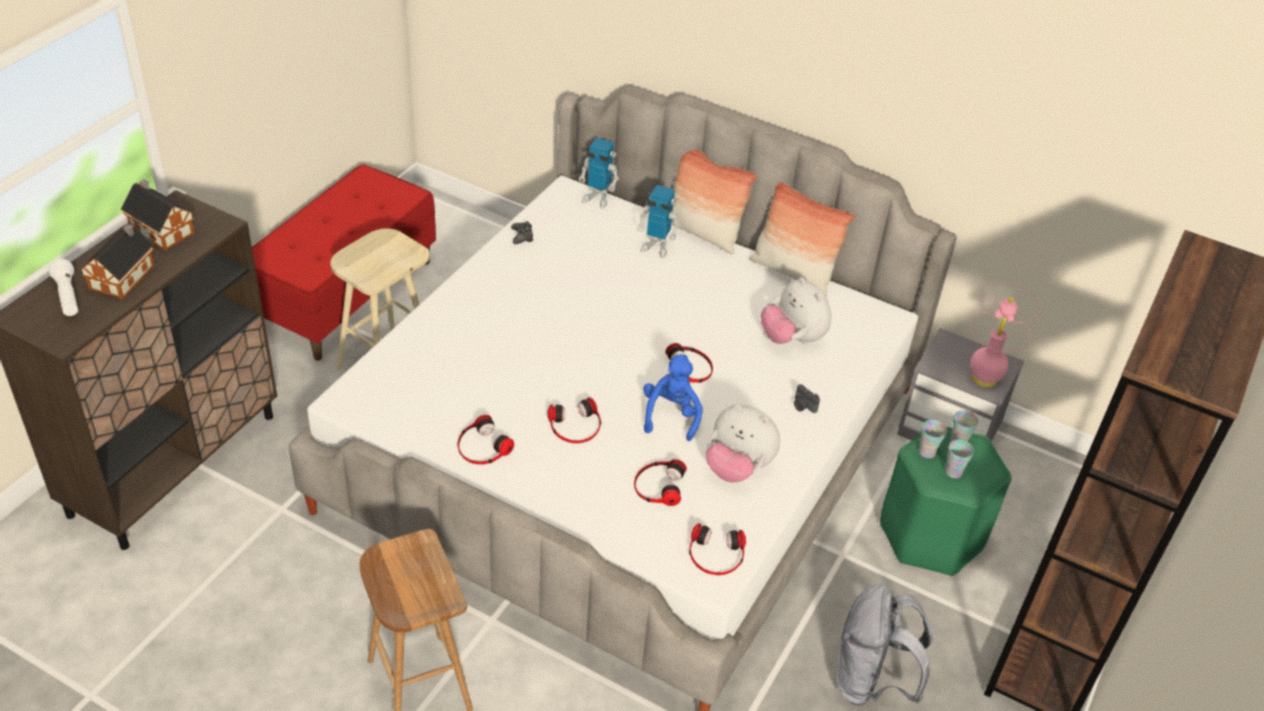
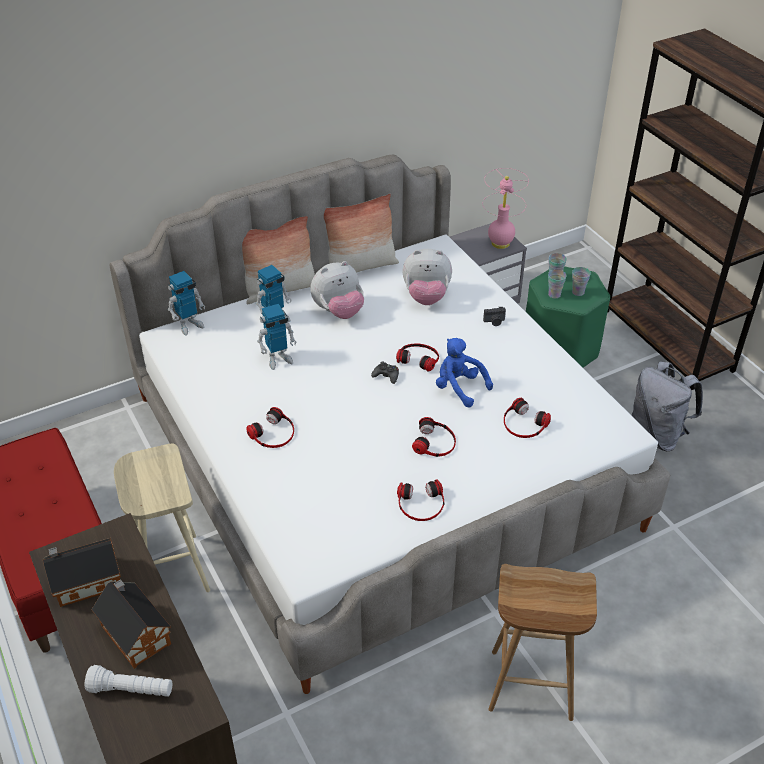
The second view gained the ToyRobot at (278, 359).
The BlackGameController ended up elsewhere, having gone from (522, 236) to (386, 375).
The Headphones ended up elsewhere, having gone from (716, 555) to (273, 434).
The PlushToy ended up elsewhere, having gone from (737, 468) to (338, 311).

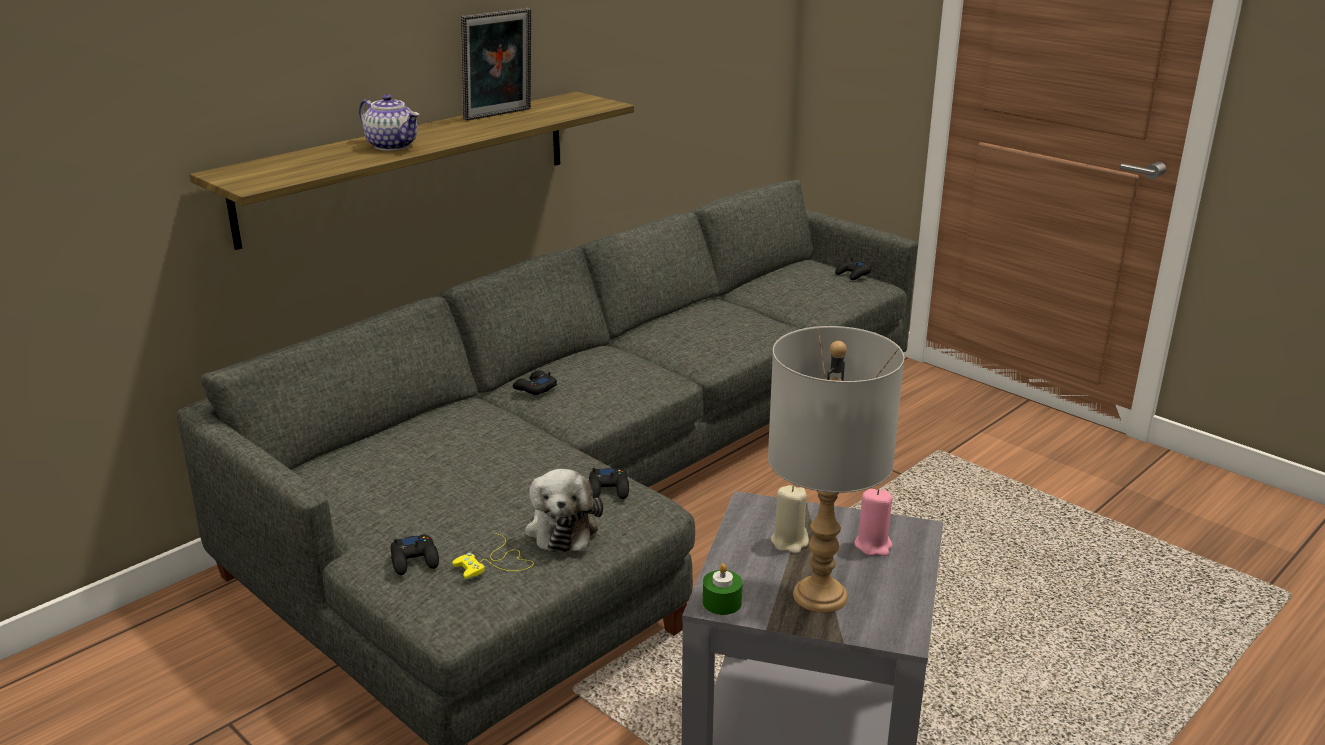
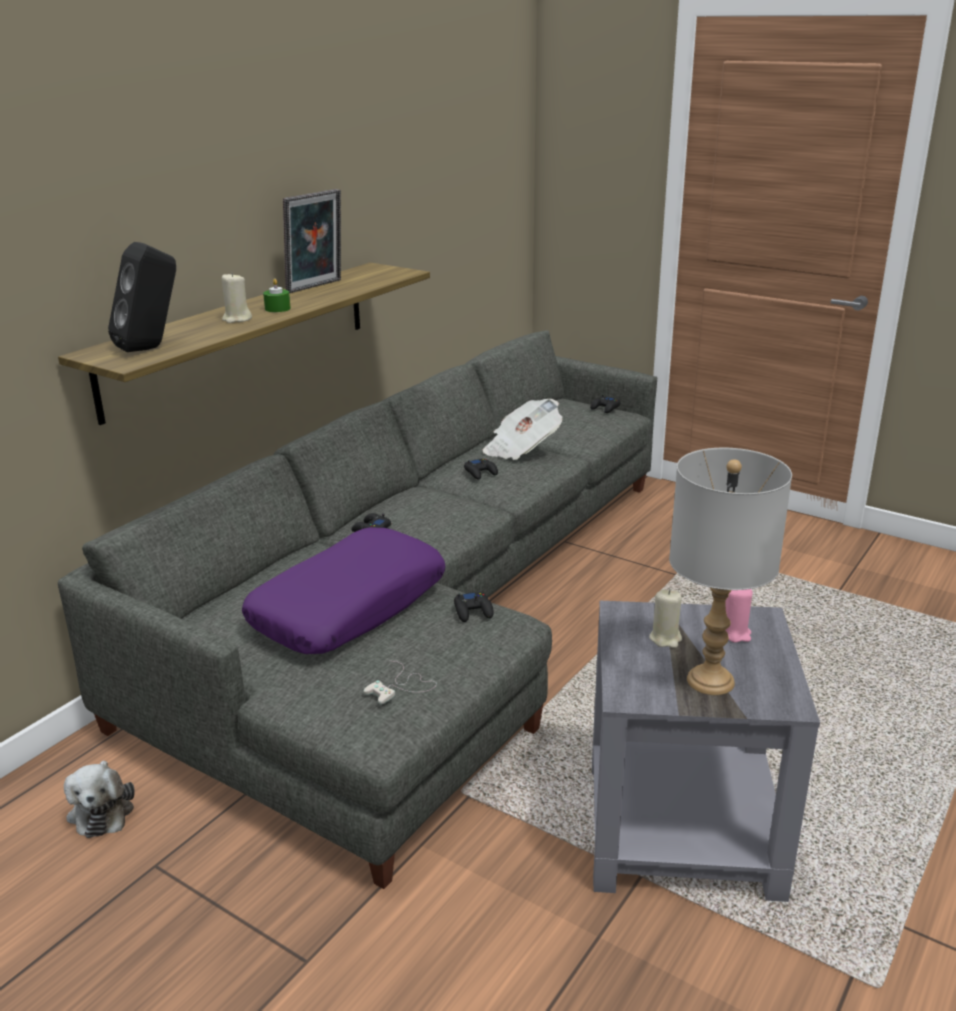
The second view gained the BlackLoudspeaker at (152, 348).
The second view gained the PurplishPillow at (348, 607).
The second view gained the PrintedPaper at (521, 449).
The BlackGameController ended up elsewhere, having gone from (415, 560) to (481, 472).
The PlushToy ended up elsewhere, having gone from (562, 528) to (102, 810).
The GreenColouredWaxCandle ended up elsewhere, having gone from (722, 602) to (277, 308).
Where the TeaPot stood at (393, 146), the BeigeWaxCandle came to stand at (237, 319).
What was the YellowGameController at (495, 563) turned into the WhiteColouredGameController at (401, 687).

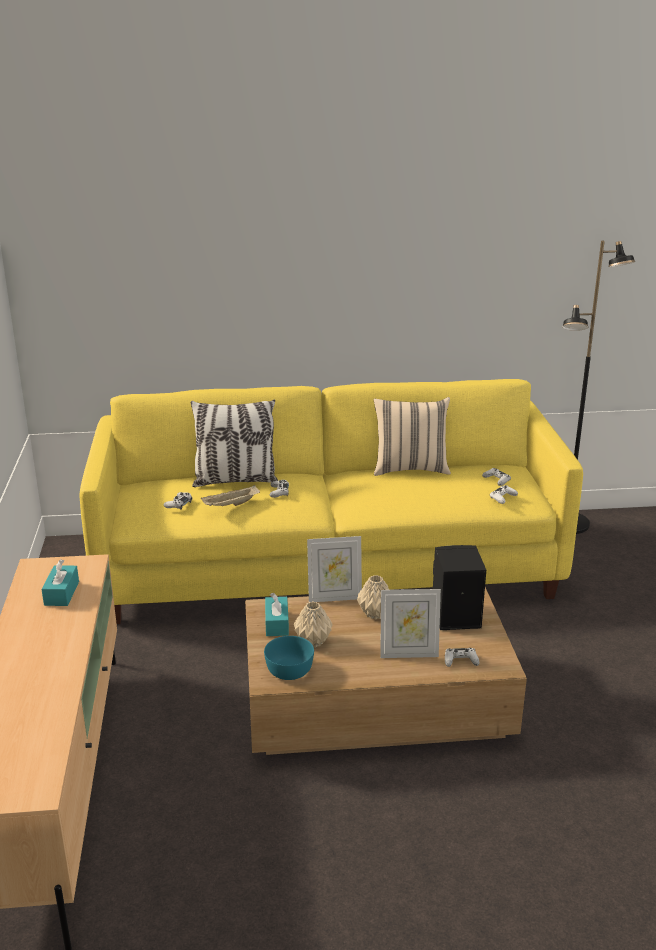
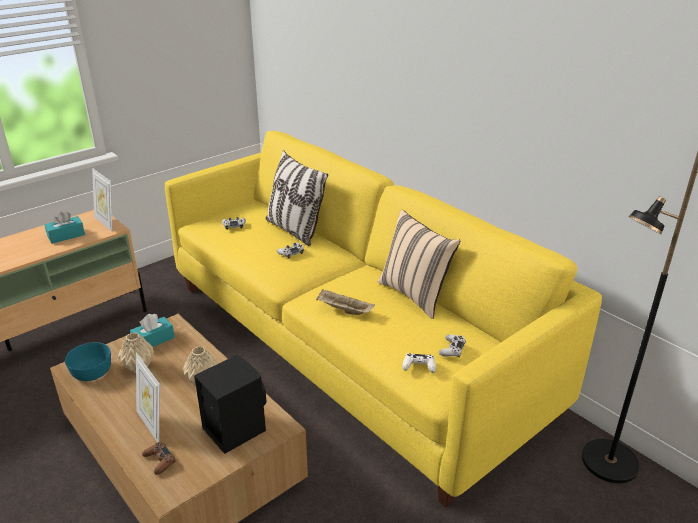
The BeigeServingTray ended up elsewhere, having gone from (231, 505) to (343, 310).
The StandingFrame ended up elsewhere, having gone from (334, 597) to (107, 223).
What was the WhiteColouredGameController at (460, 661) turned into the BrownColouredGameController at (160, 461).

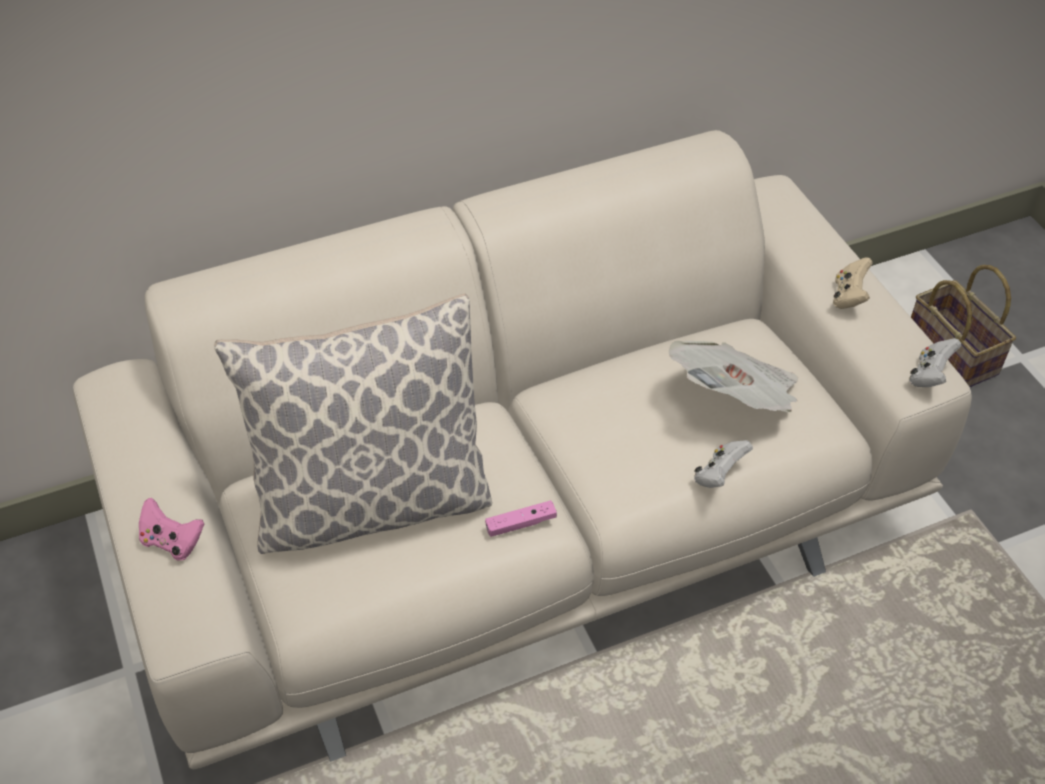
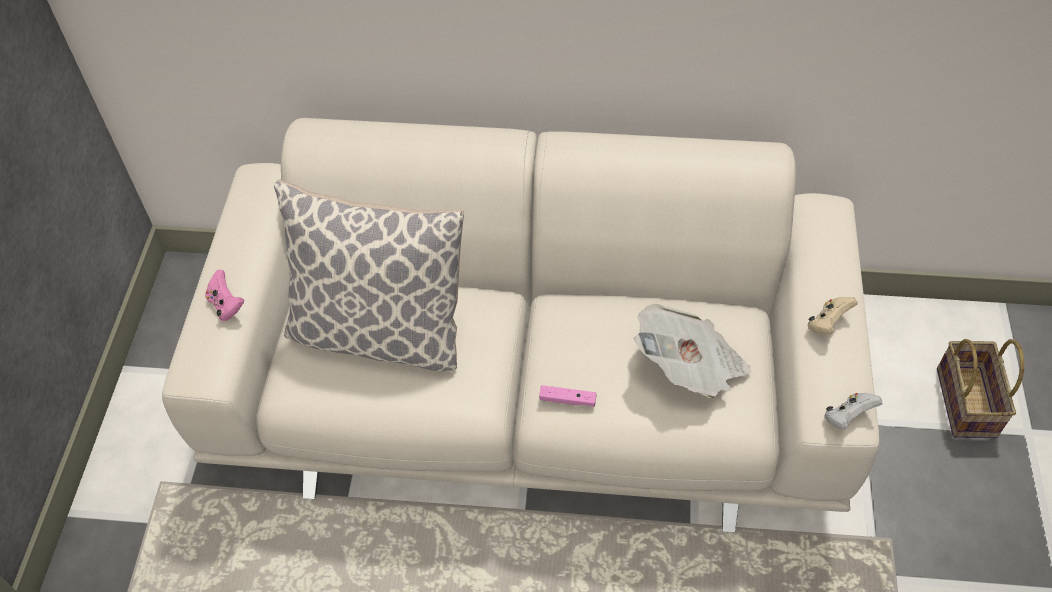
The second view lost the WhiteColouredGameController at (719, 475).
The PinkGameController ended up elsewhere, having gone from (521, 524) to (567, 400).

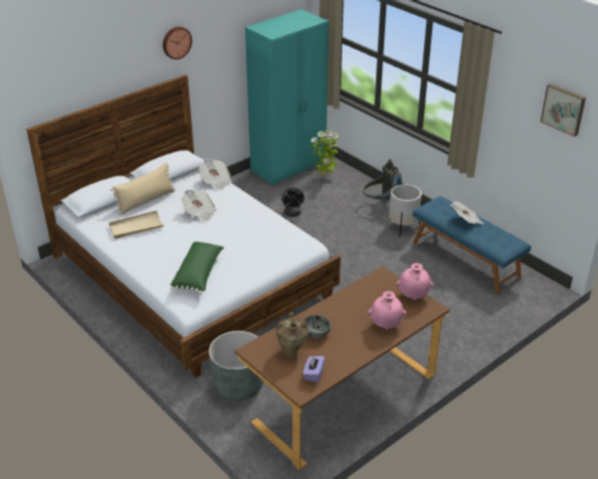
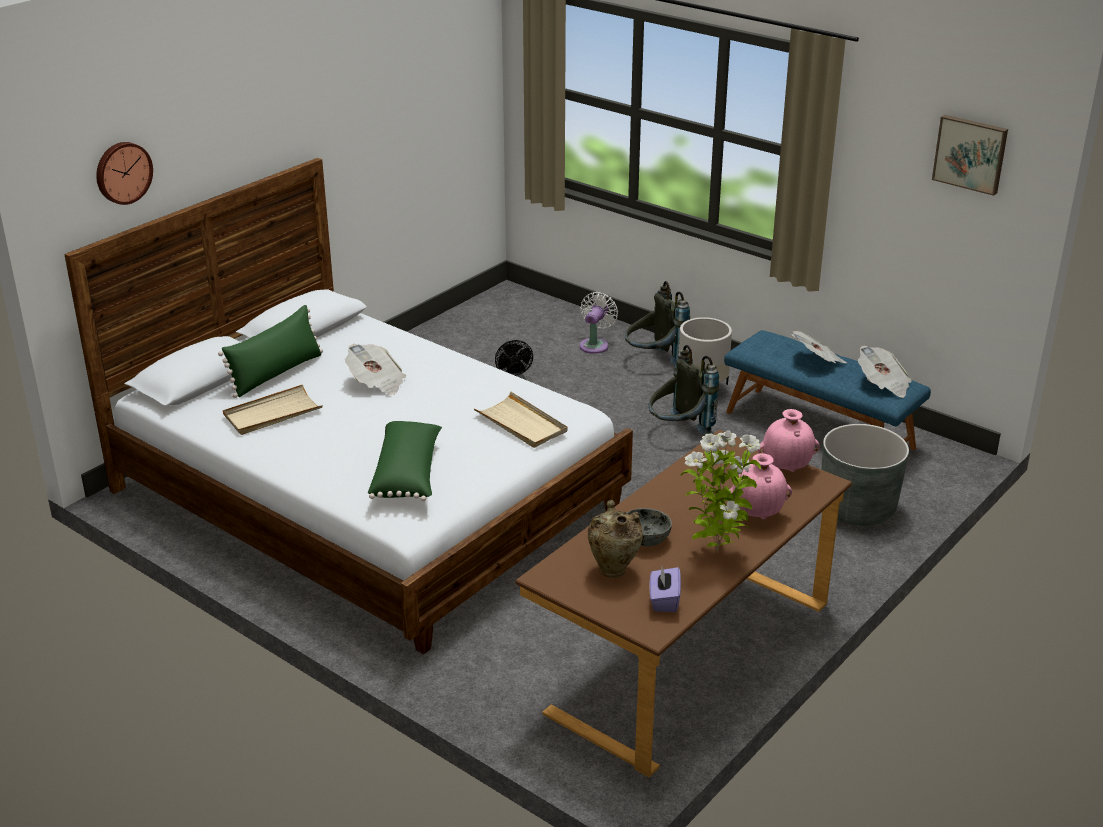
The second view lost the TurquoiseWardrobe at (289, 166).
The second view gained the BeigeServingTray at (521, 423).
The second view gained the WhiteColouredFan at (595, 345).
The second view gained the GreyishBackpack at (678, 431).
The HangingClock ended up elsewhere, having gone from (176, 42) to (122, 172).
The PrintedPaper ended up elsewhere, having gone from (216, 182) to (883, 385).
The GreyishPlanter ended up elsewhere, having gone from (238, 385) to (857, 508).
The PottedPlant ended up elsewhere, having gone from (325, 178) to (717, 551).
What was the BeigePillow at (146, 201) turned into the GreenColouredPillow at (276, 373).

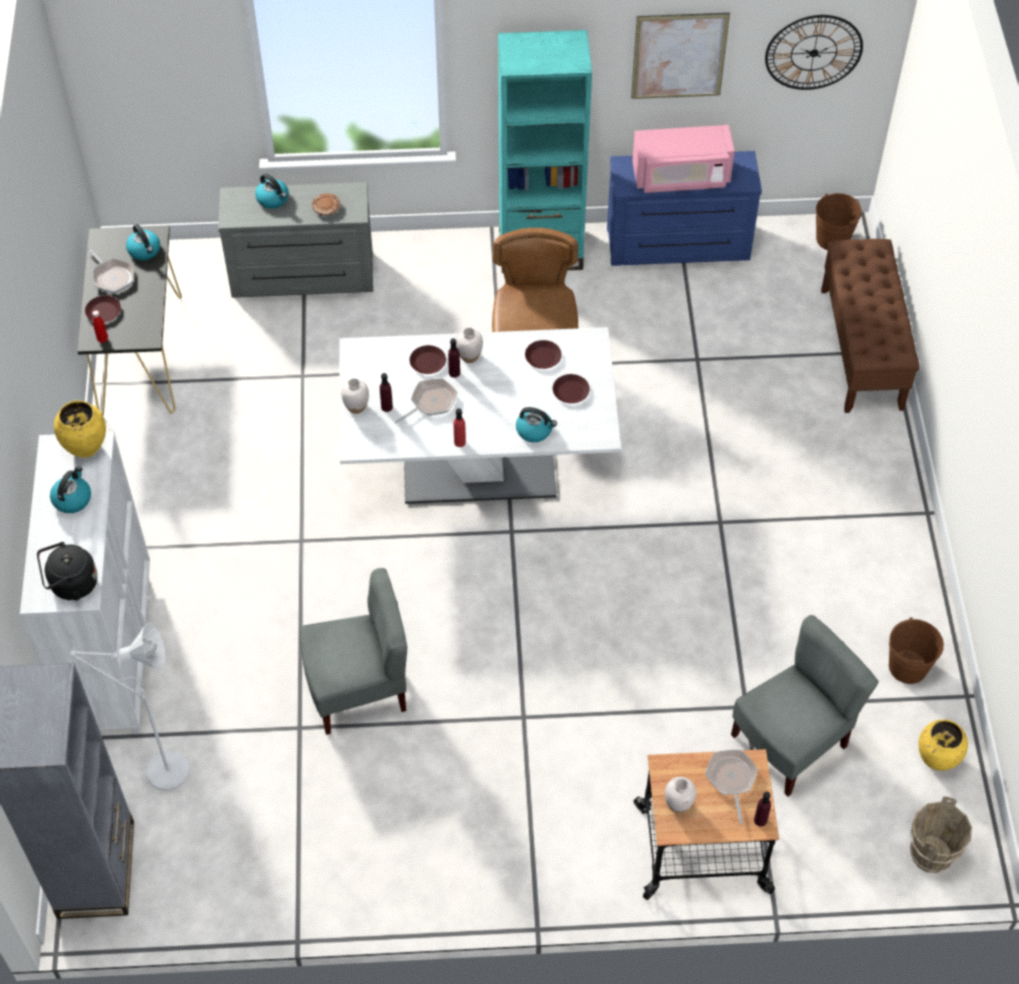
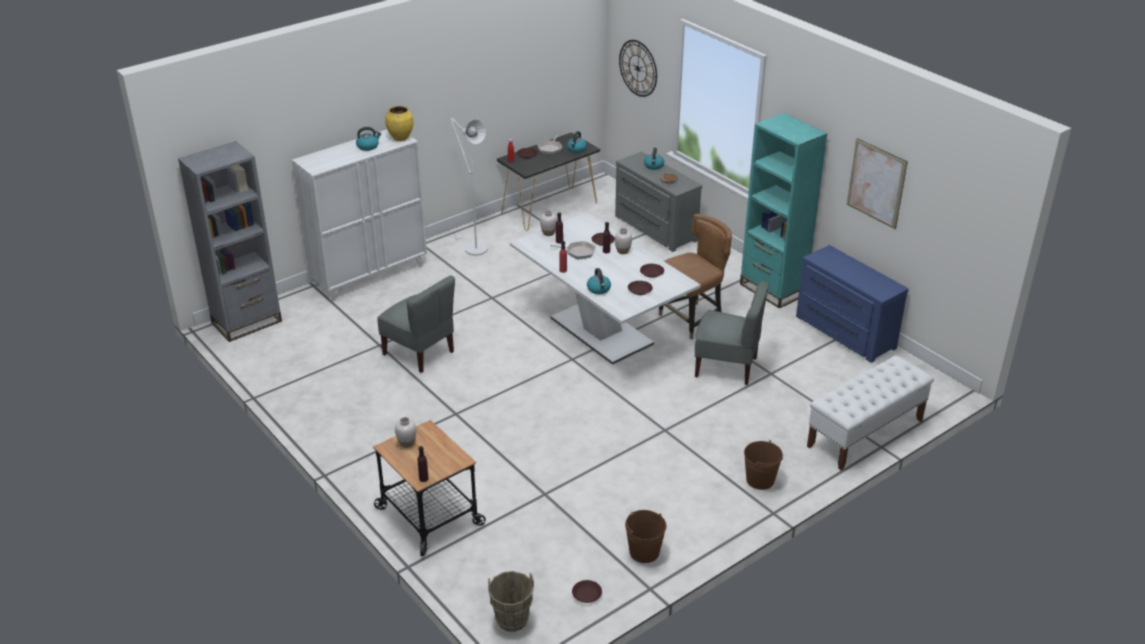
The second view lost the BlackTeaKettle at (71, 585).
The second view lost the PinkMicrowave at (681, 177).
The second view lost the Skillet at (731, 779).
The WhiteColouredStandingLamp ended up elsewhere, having gone from (159, 773) to (472, 248).
The GreyishChair ended up elsewhere, having gone from (790, 743) to (726, 367).
The HangingClock ended up elsewhere, having gone from (813, 52) to (638, 68).
The BrownColouredPail ended up elsewhere, having gone from (832, 239) to (760, 480).
Where the YellowDecorativeVase stood at (937, 760), the BrownColouredPlate came to stand at (586, 594).
What was the BrownColouredIndoorBench at (861, 349) turned into the WhiteColouredIndoorBench at (865, 433).

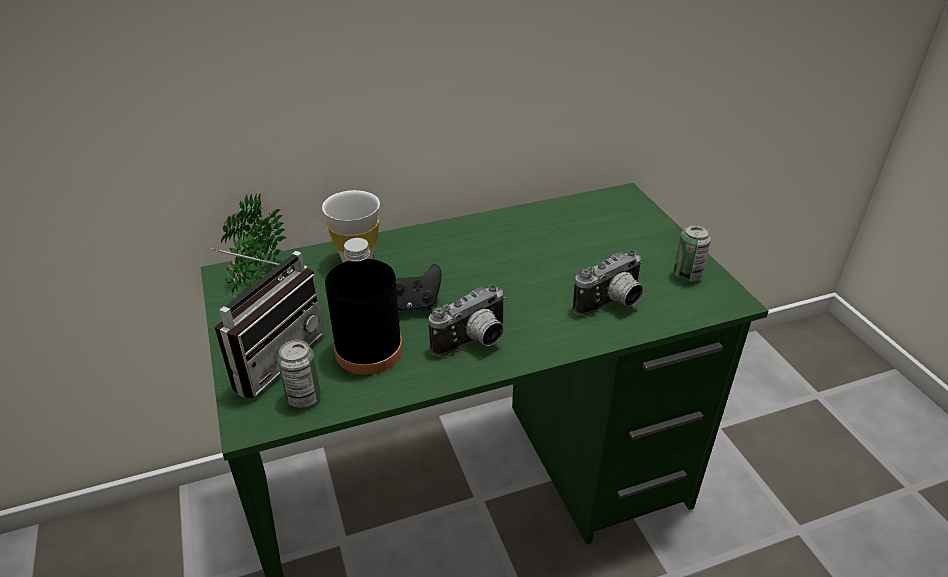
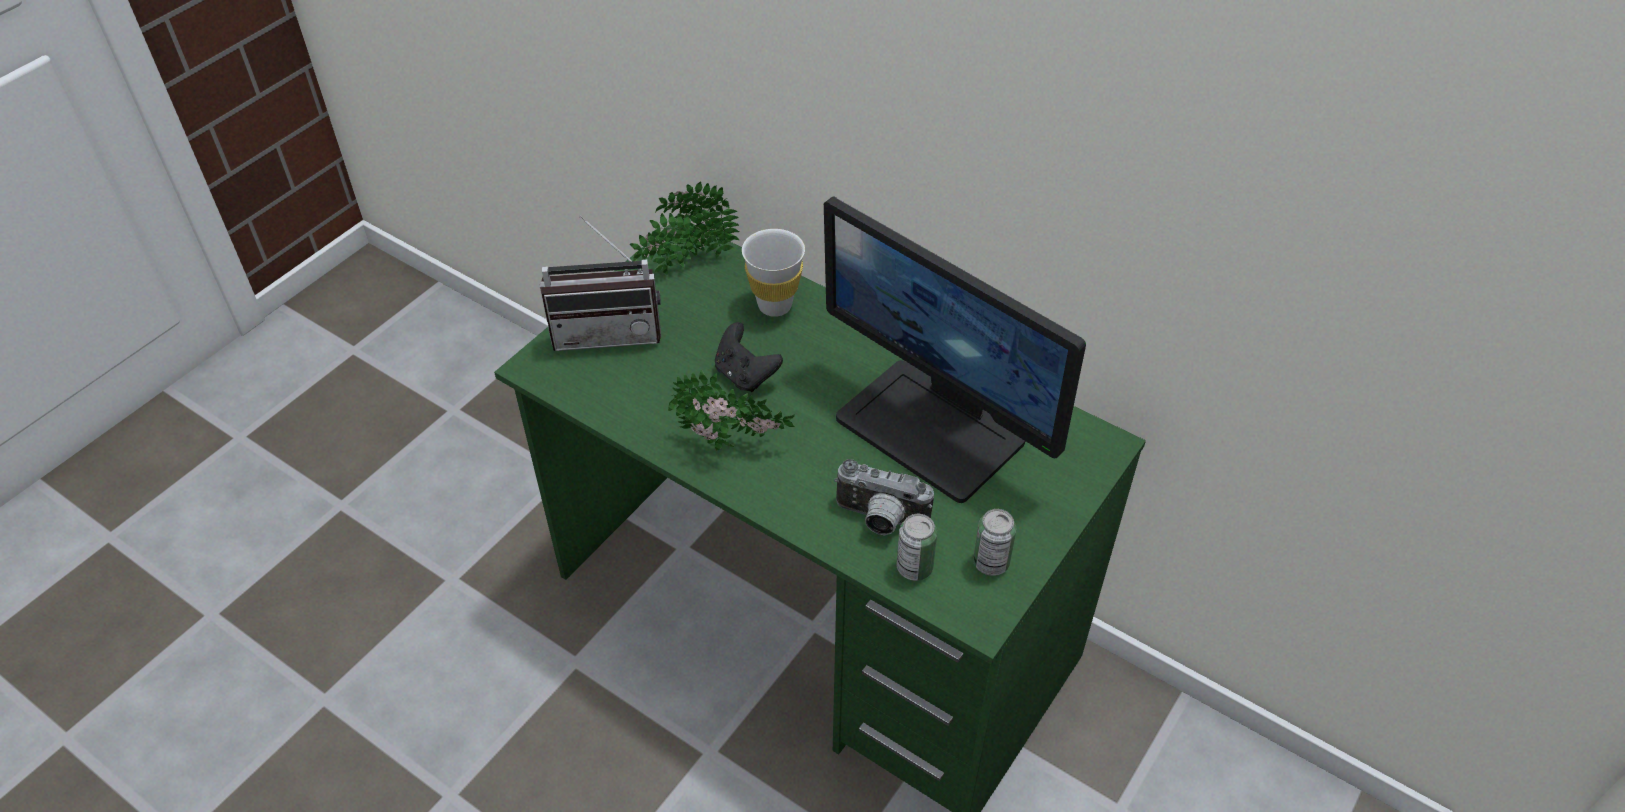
The second view lost the BlackBottle at (369, 350).
The second view gained the ComputerScreen at (933, 428).
The MetalCan ended up elsewhere, having gone from (304, 397) to (914, 567).
Where the StillCamera stood at (474, 343), the PottedPlant came to stand at (732, 446).

